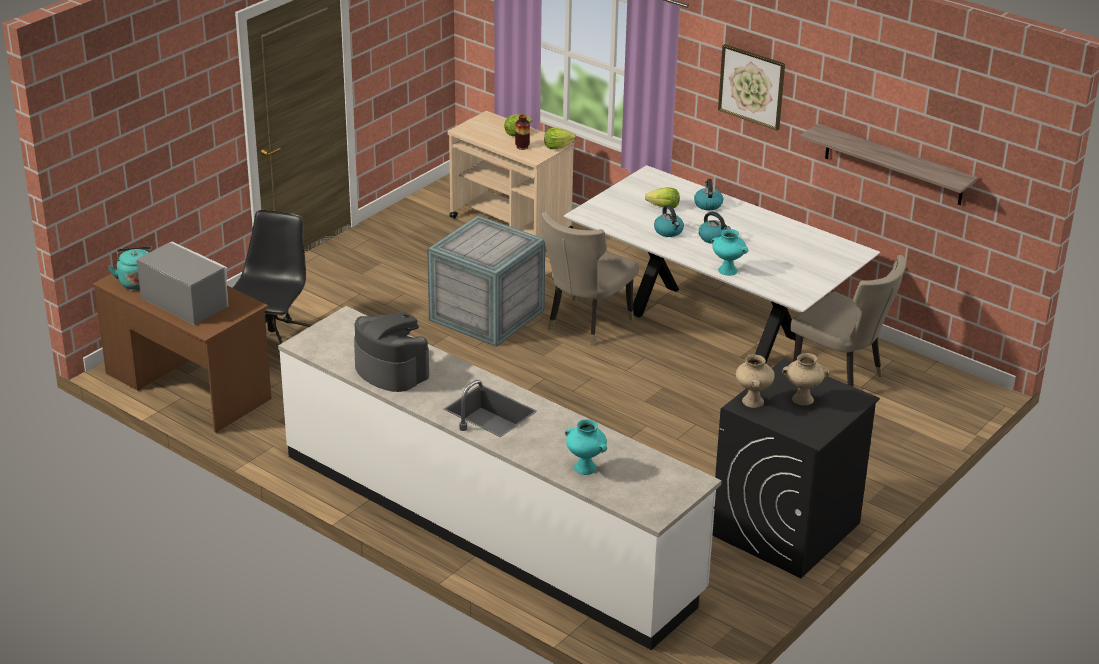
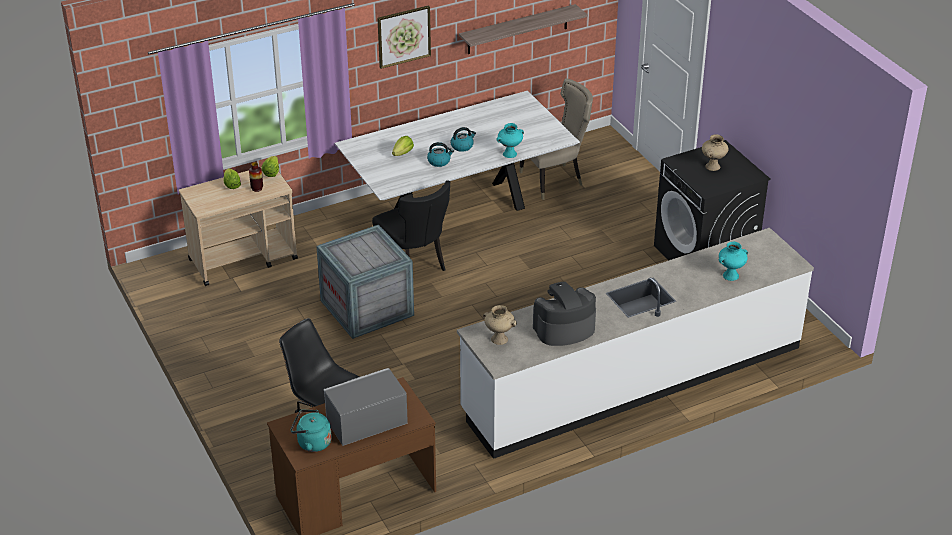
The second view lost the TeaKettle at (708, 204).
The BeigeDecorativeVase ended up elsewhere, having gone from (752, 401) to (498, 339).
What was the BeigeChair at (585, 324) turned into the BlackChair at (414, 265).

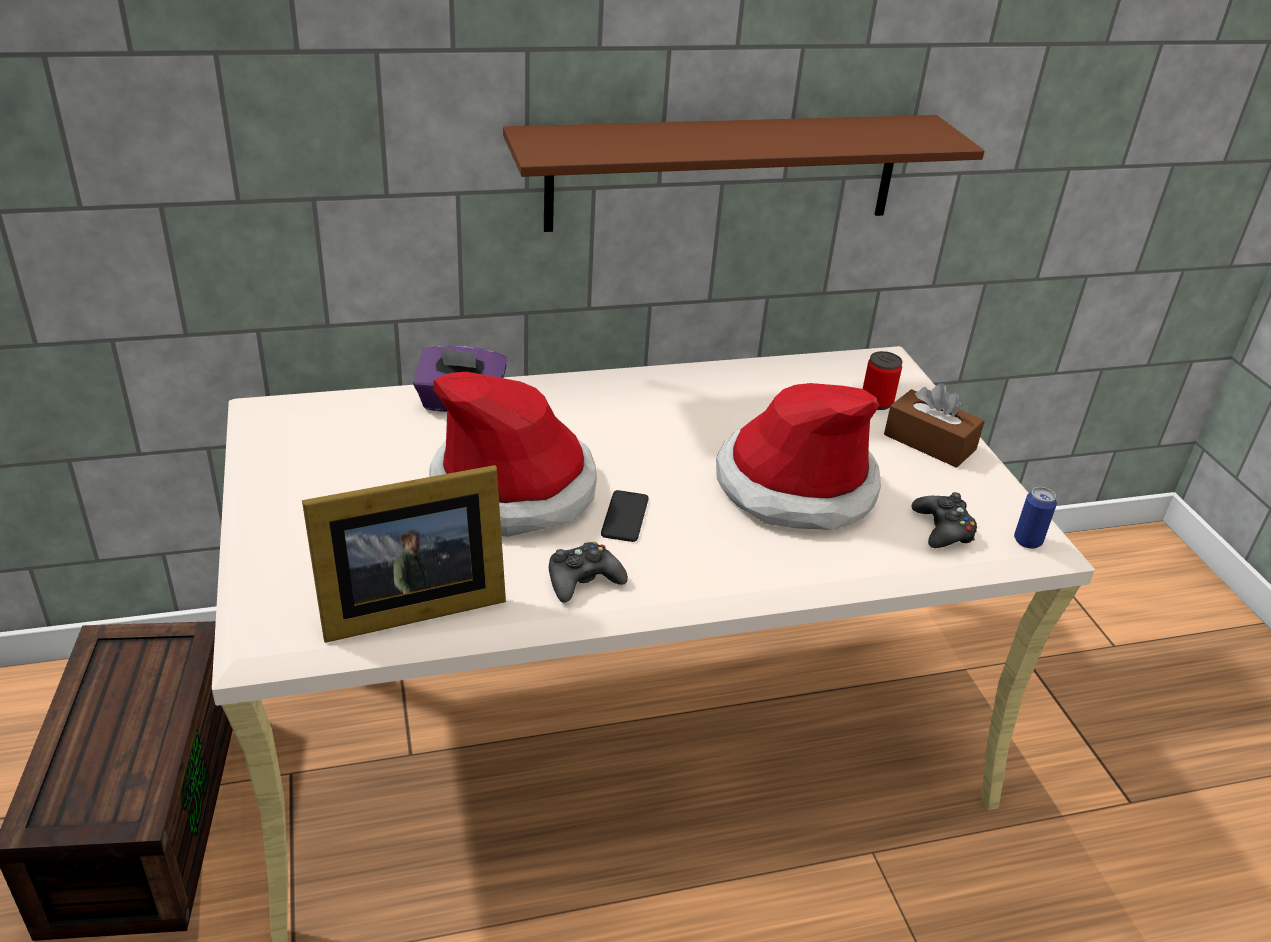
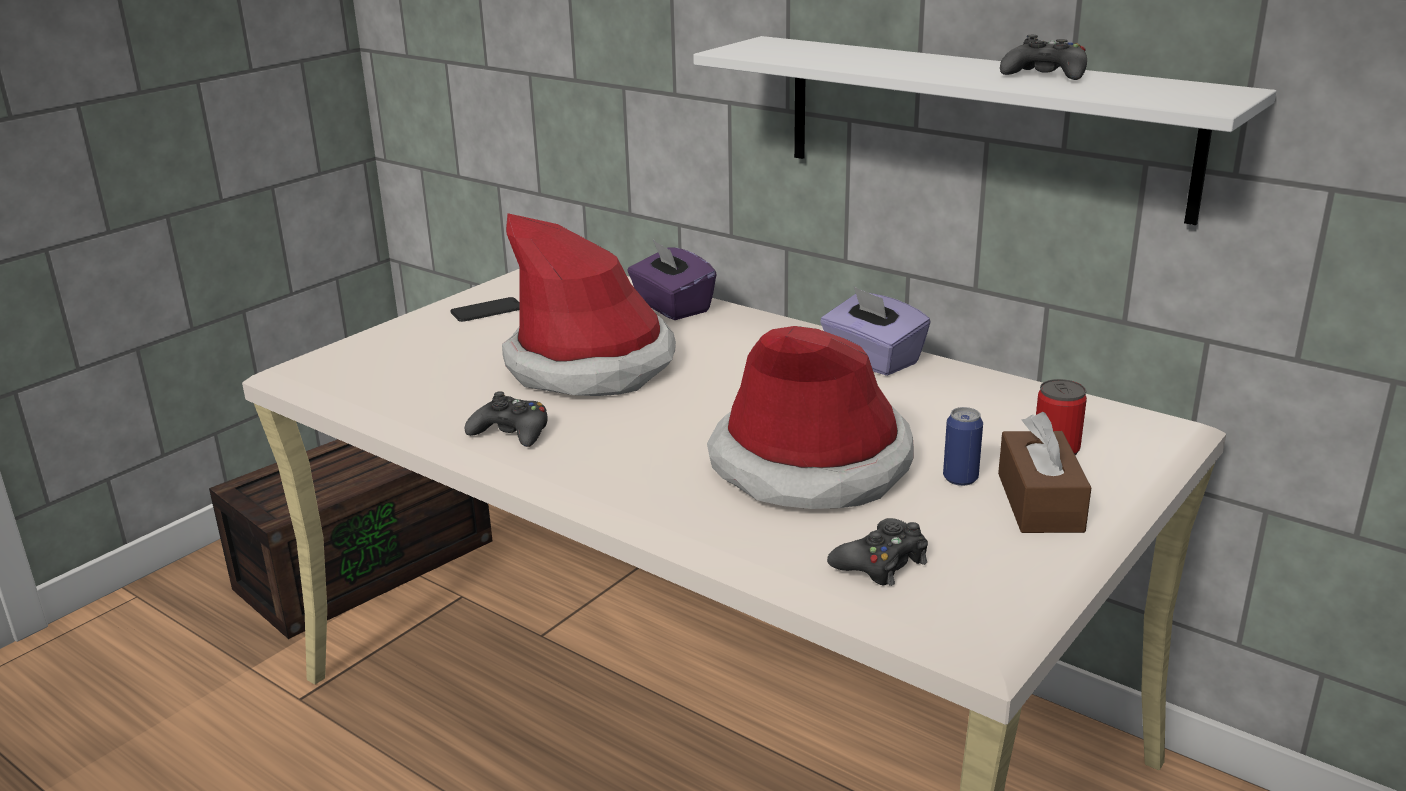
The second view lost the StandingFrame at (405, 606).
The second view gained the PurplishTissueHolder at (872, 360).
The second view gained the BlackGameController at (1045, 75).
The Telephone ended up elsewhere, having gone from (625, 516) to (487, 310).
The MetalCan ended up elsewhere, having gone from (1027, 541) to (960, 478).
What was the BrownColouredBracketShelf at (724, 172) turned into the WhiteColouredBracketShelf at (981, 124).

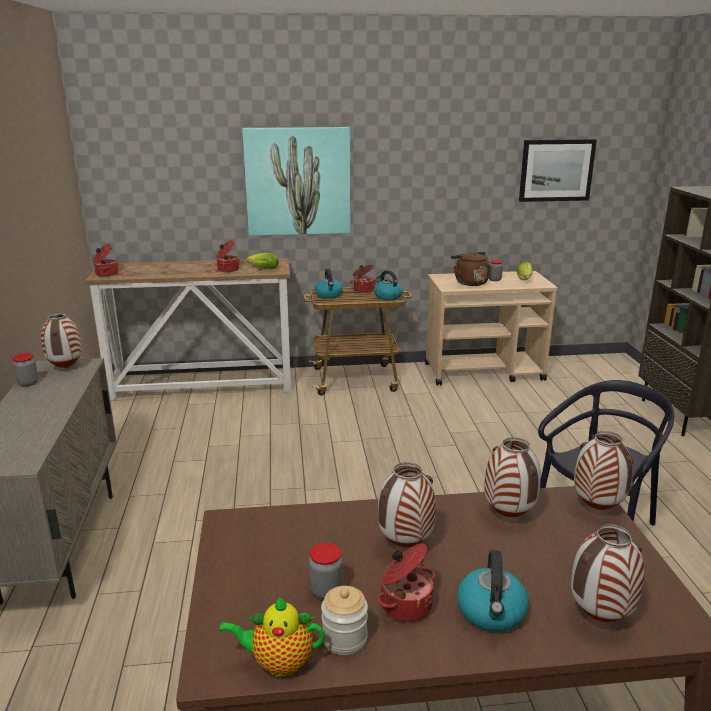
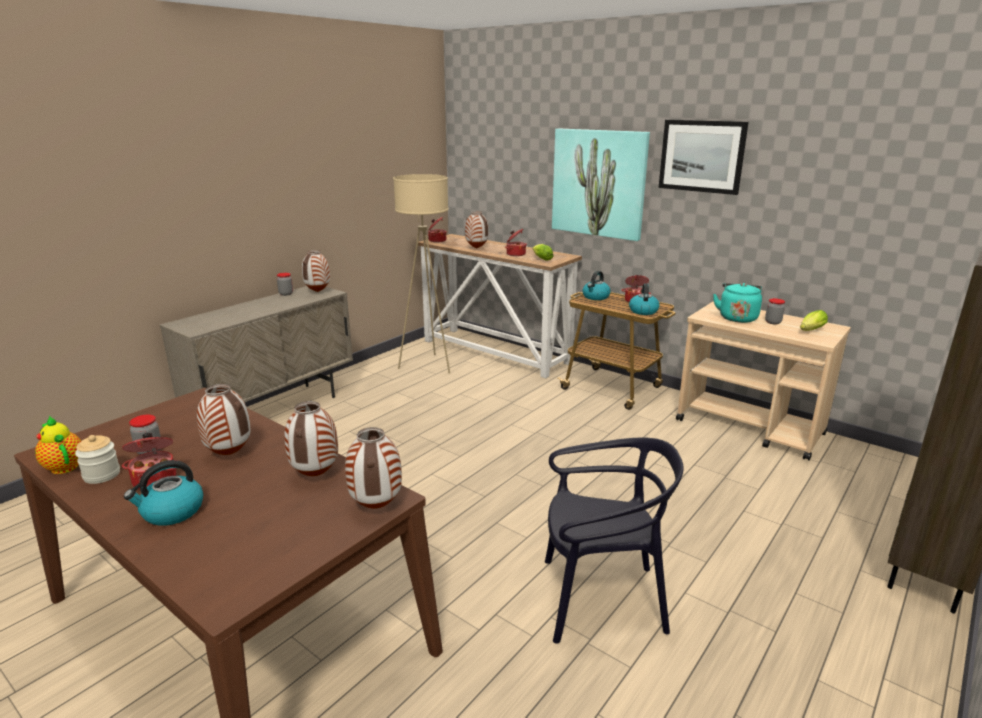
The second view gained the BeigeStandingLamp at (428, 365).
The WallPicture ended up elsewhere, having gone from (556, 170) to (702, 156).
The DecorativeVase ended up elsewhere, having gone from (600, 616) to (477, 248).
What was the BrownColouredTeaKettle at (469, 282) turned into the TurquoiseTeaKettle at (737, 317).

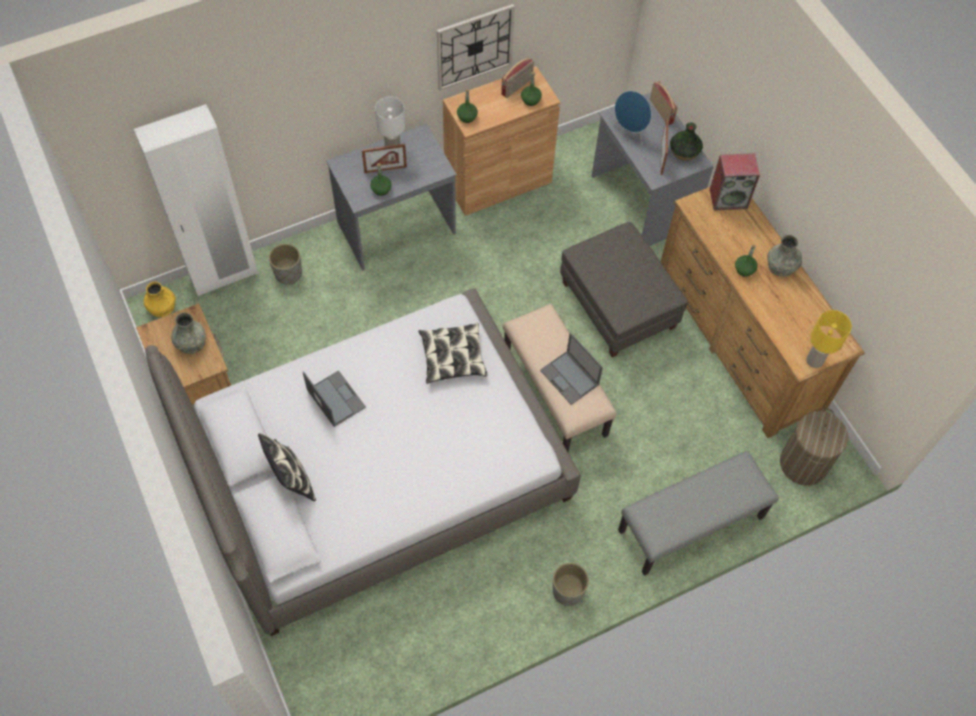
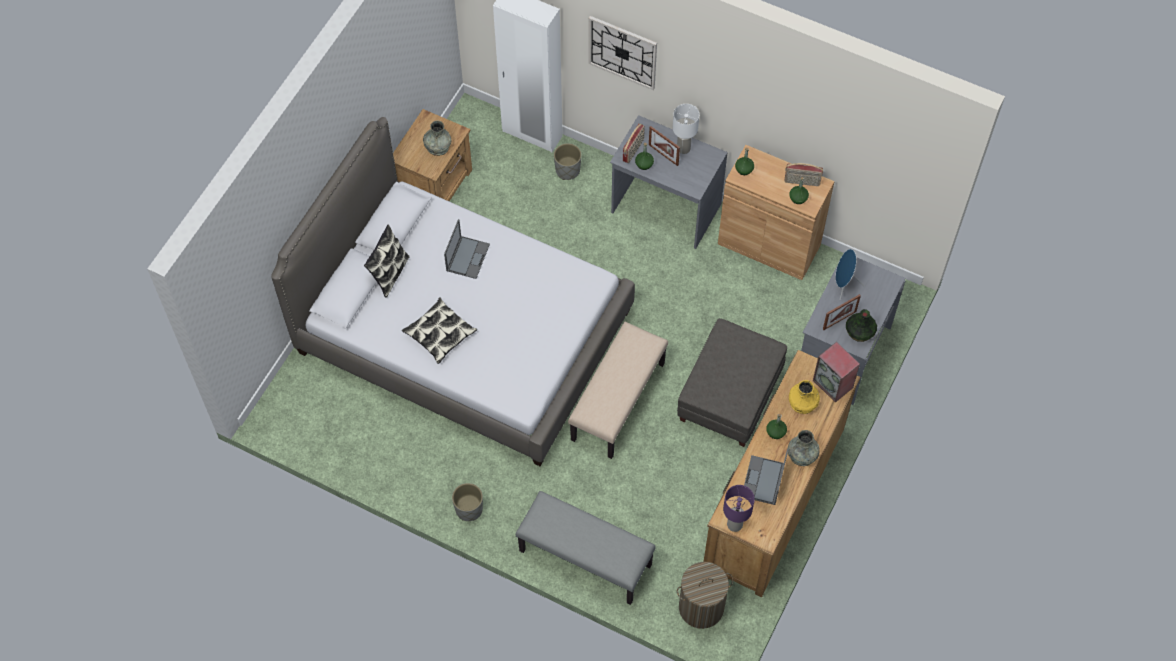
The YellowDecorativeVase ended up elsewhere, having gone from (162, 306) to (802, 402).
The Pillow ended up elsewhere, having gone from (452, 357) to (439, 334).
The HangingClock ended up elsewhere, having gone from (474, 47) to (622, 52).
The NotebookComputer ended up elsewhere, having gone from (570, 378) to (763, 481).
The Radio ended up elsewhere, having gone from (662, 111) to (633, 150).
What was the YellowLampForATable at (814, 360) turned into the PurplishLampForATable at (735, 524).

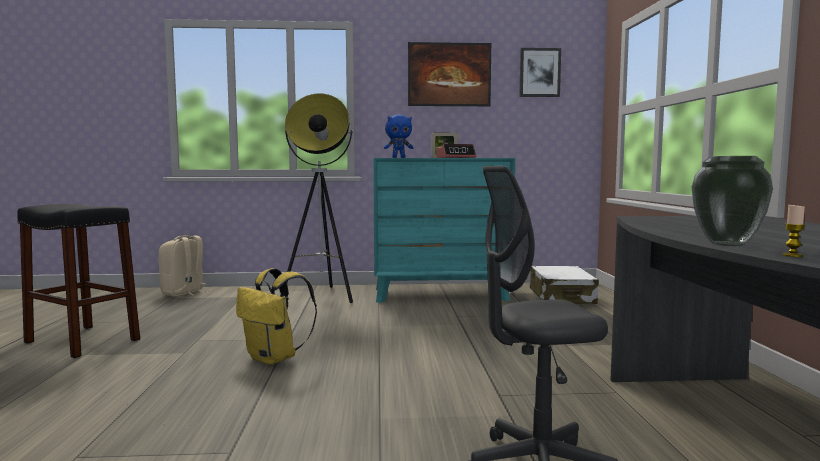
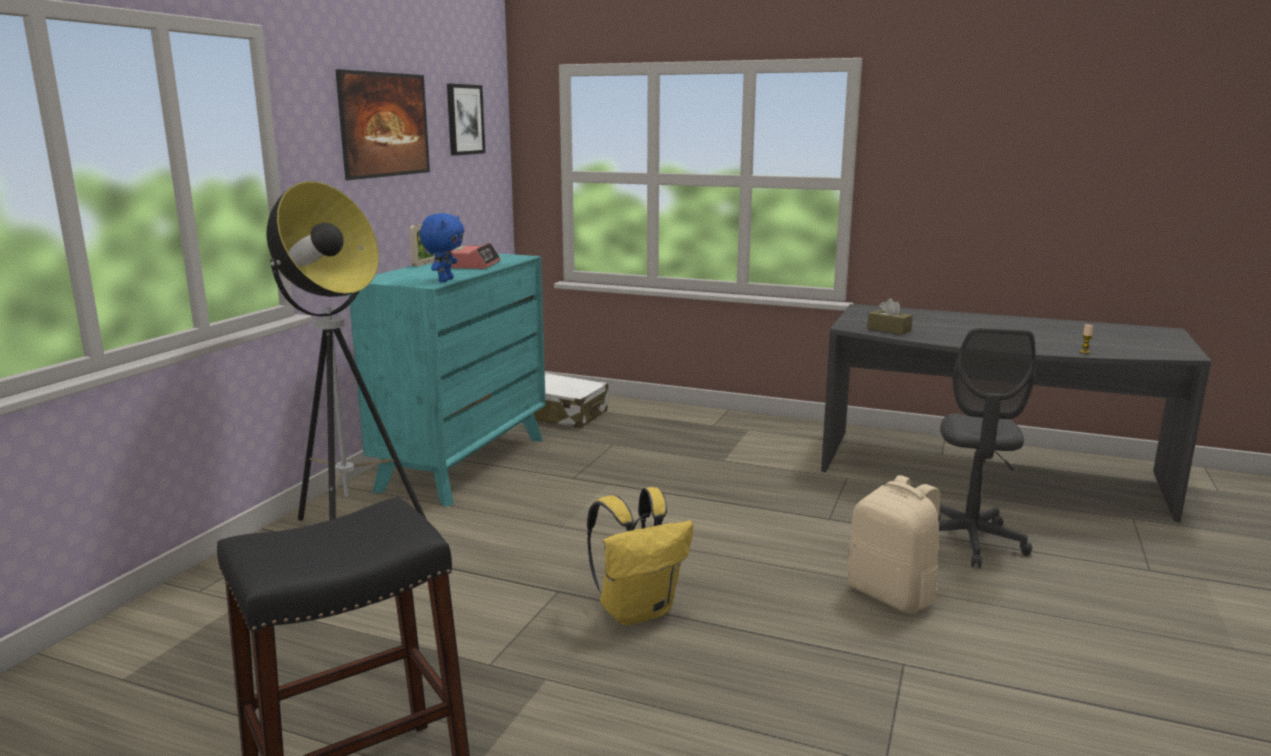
The second view lost the DecorativeVase at (728, 244).
The second view gained the BrownColouredTissueHolder at (889, 330).
The BeigeBackpack ended up elsewhere, having gone from (184, 293) to (893, 595).

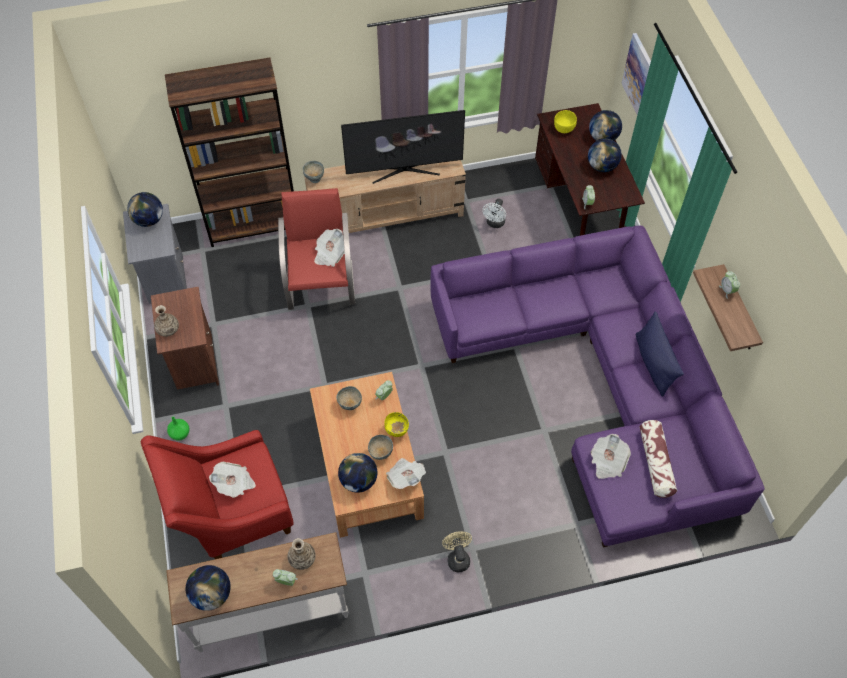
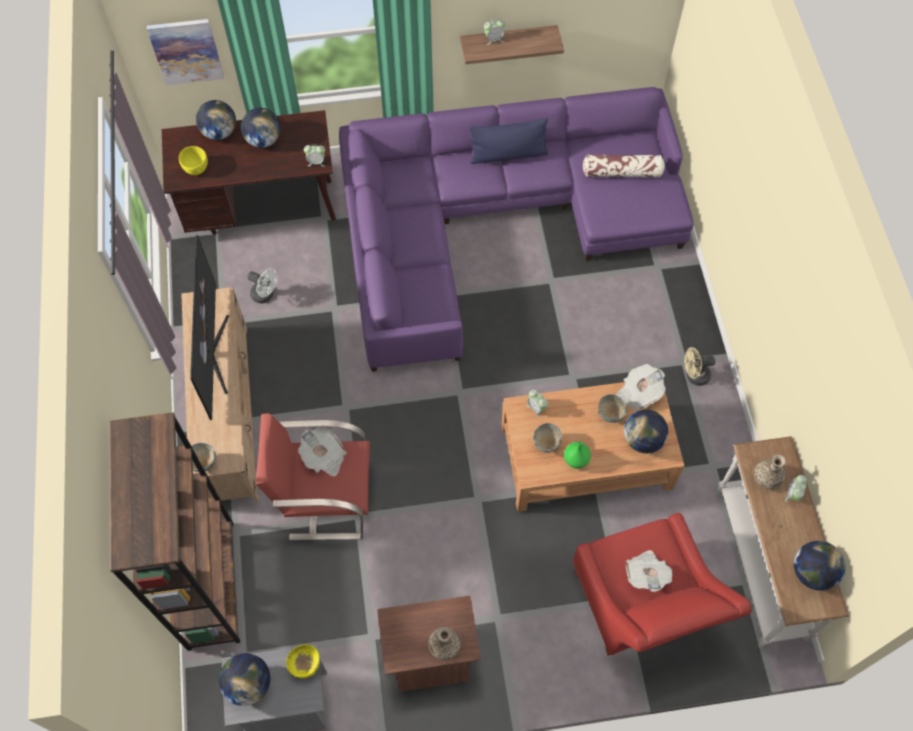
The second view lost the PrintedPaper at (607, 462).
The GreenColouredDecorativeVase ended up elsewhere, having gone from (180, 434) to (576, 459).
The YellowServingBowl ended up elsewhere, having gone from (396, 431) to (305, 665).

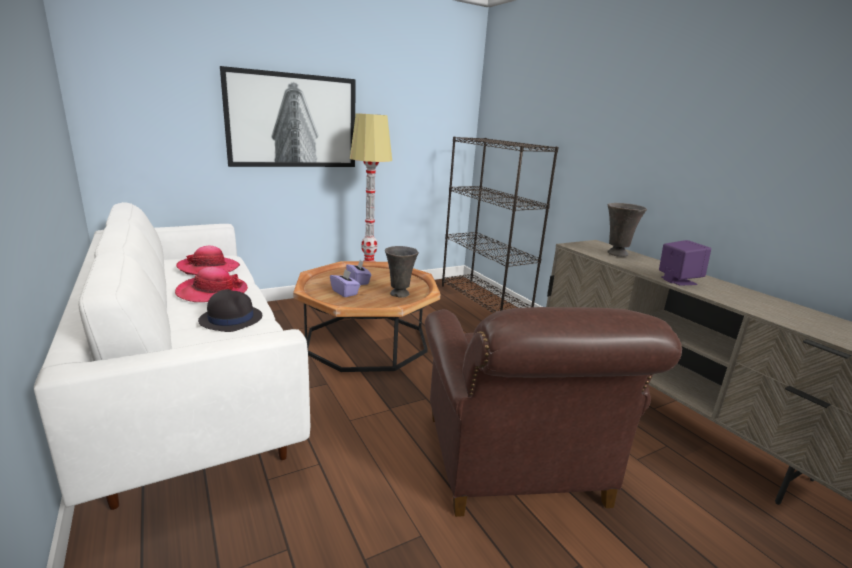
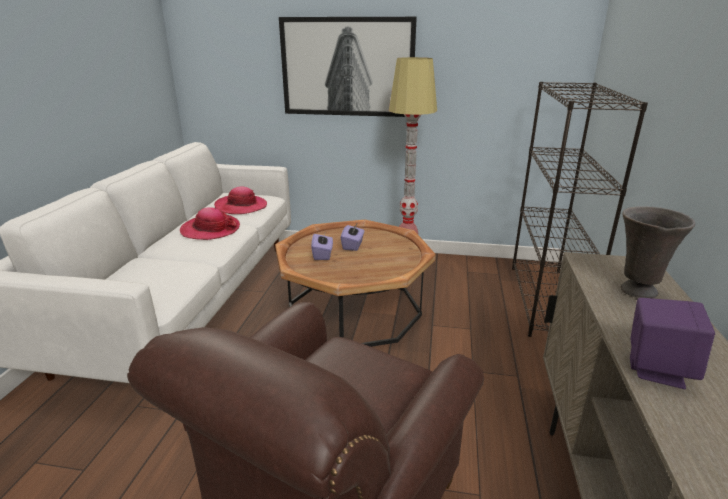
The second view lost the BlackClothingHat at (231, 318).
The second view lost the GreyishDecorativeVase at (400, 294).

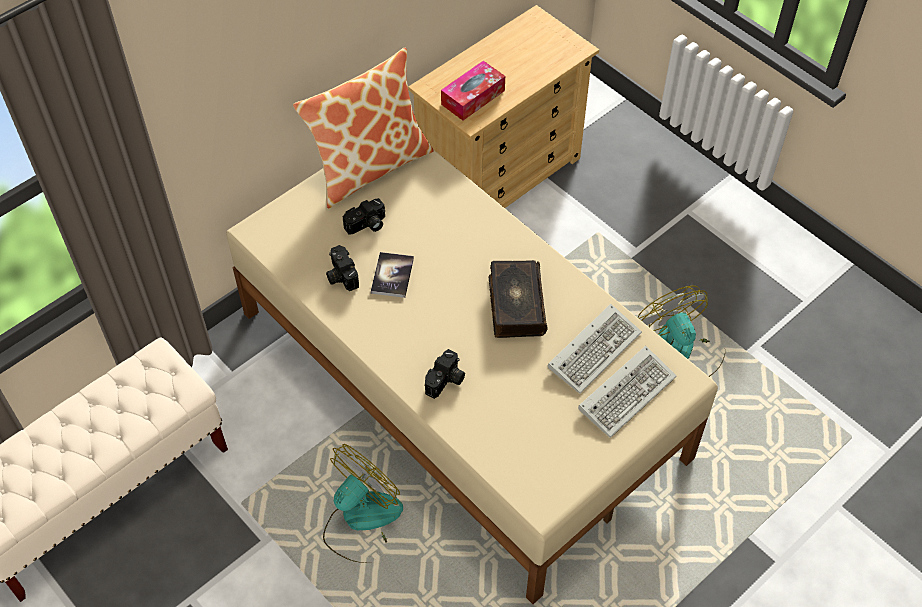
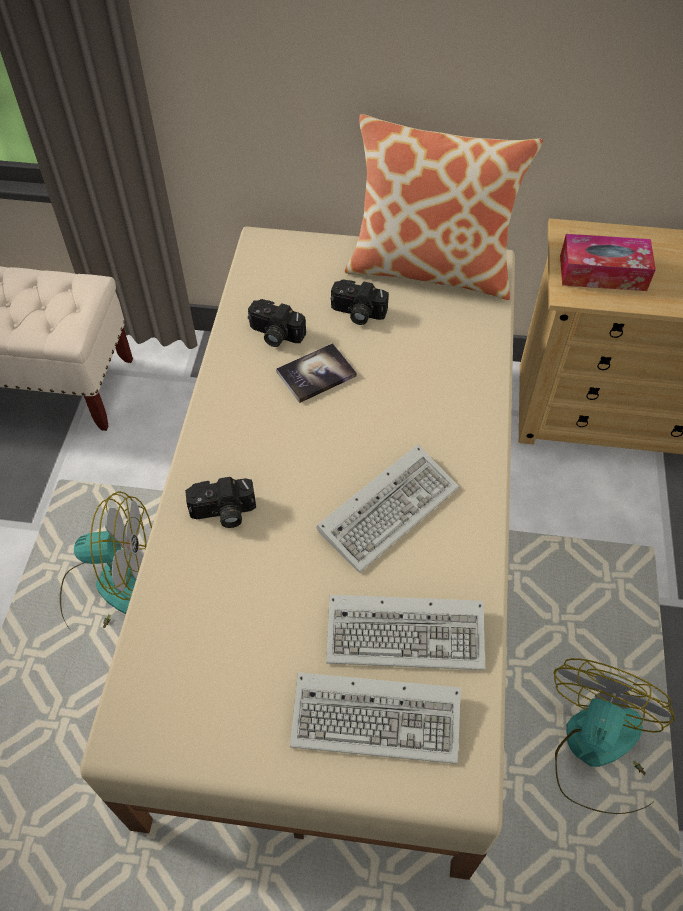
Where the BoundBook stood at (515, 305), the PcKeyboard came to stand at (389, 507).
The StillCamera at (340, 275) ended up facing another way, 90 degrees counterclockwise from before.

